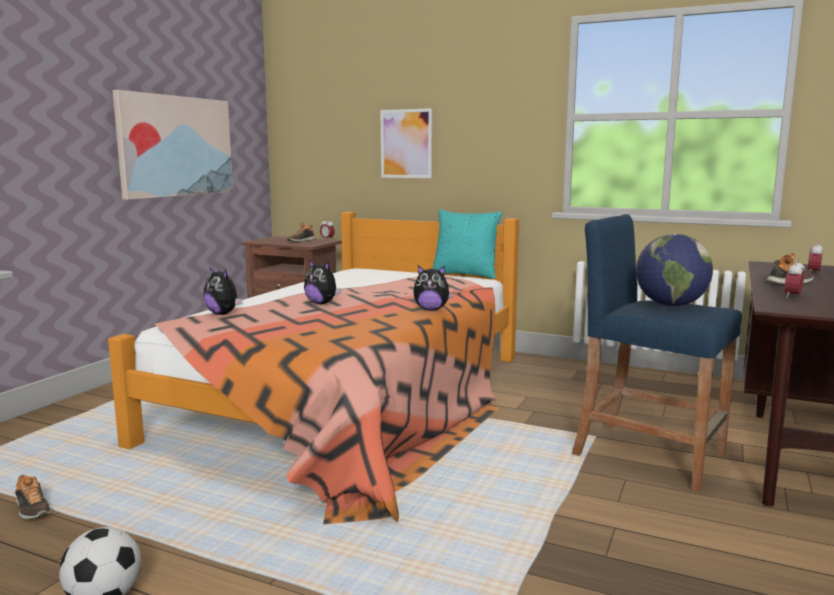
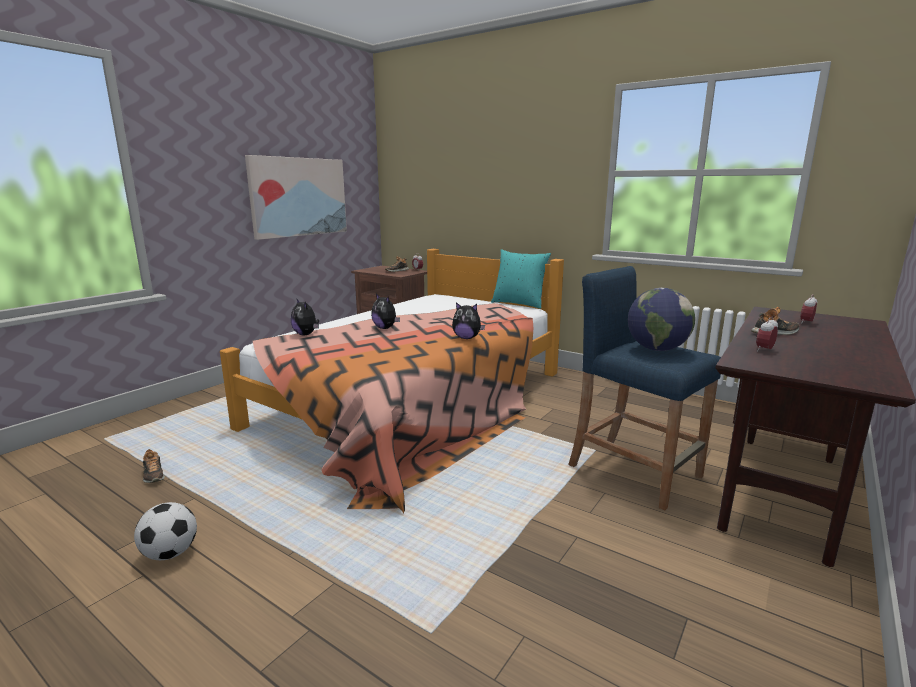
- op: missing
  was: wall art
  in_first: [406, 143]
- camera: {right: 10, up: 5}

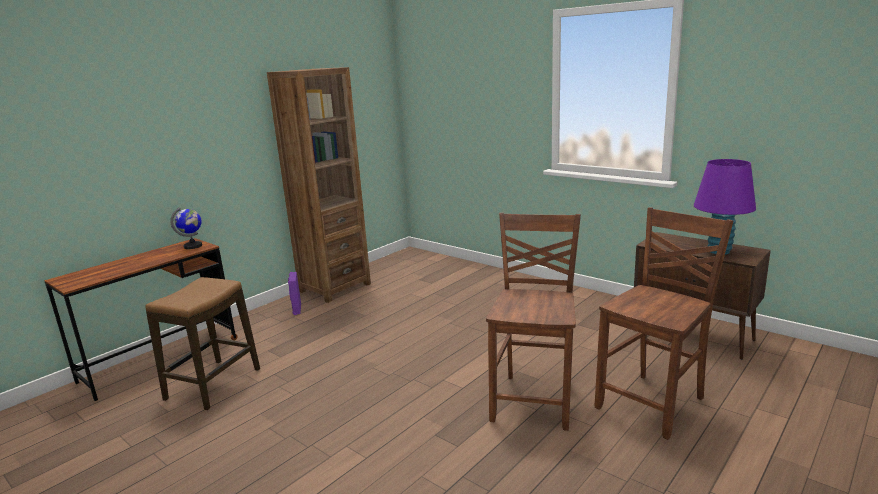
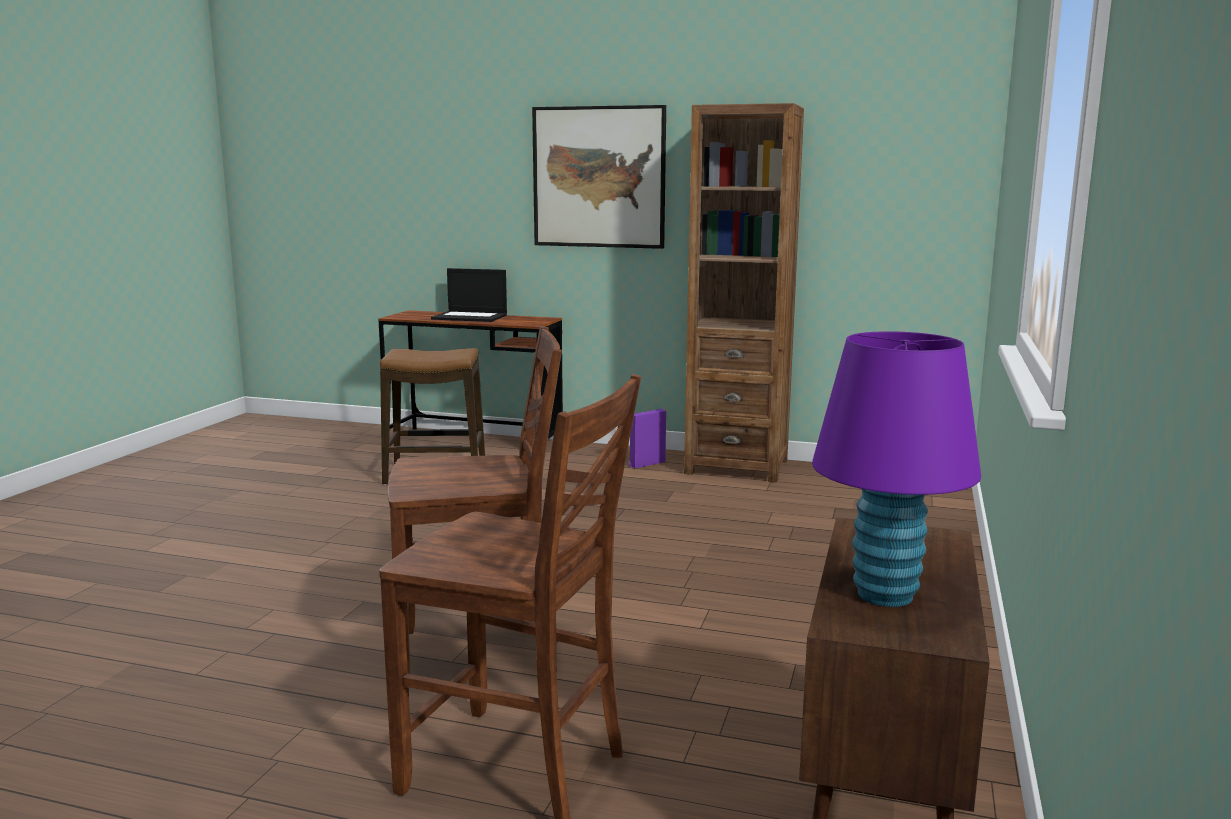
- op: missing
  was: world globe
  in_first: [193, 246]
- op: appeared
  now: portable computer
  in_second: [471, 317]
- op: appeared
  now: wall art
  in_second: [599, 177]
- camera: {right: 65, up: -5}

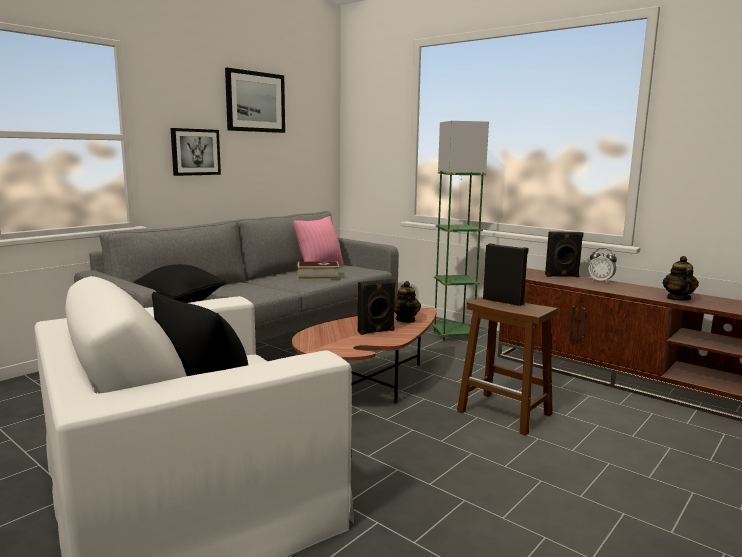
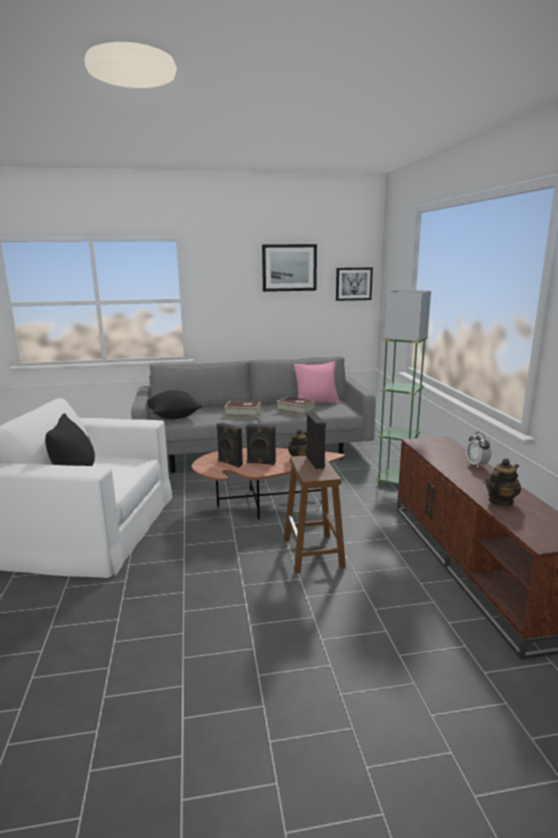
- op: appeared
  now: volume
  in_second: [243, 413]
- op: relocated
  was: wall art
  in_first: [195, 152]
  in_second: [353, 284]
- op: relocated
  was: black audio speaker
  in_first: [562, 276]
  in_second: [229, 463]
- camera: {right: 40, up: 5}

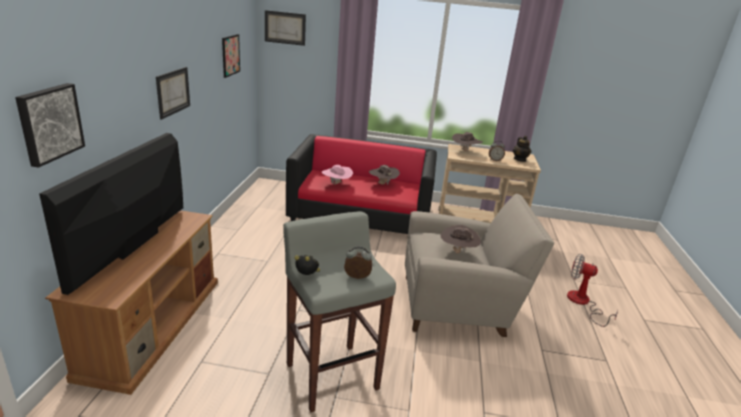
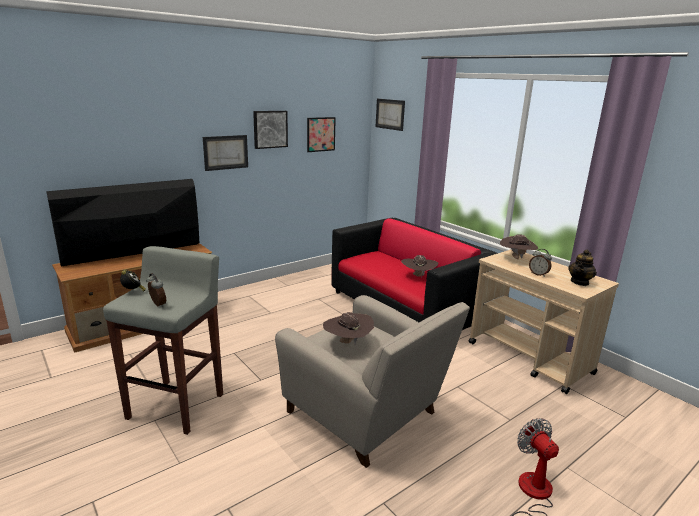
- op: missing
  was: pinkish hat
  in_first: [336, 184]
- op: relocated
  was: wall art
  in_first: [49, 123]
  in_second: [270, 129]
- camera: {right: 45, up: -5}

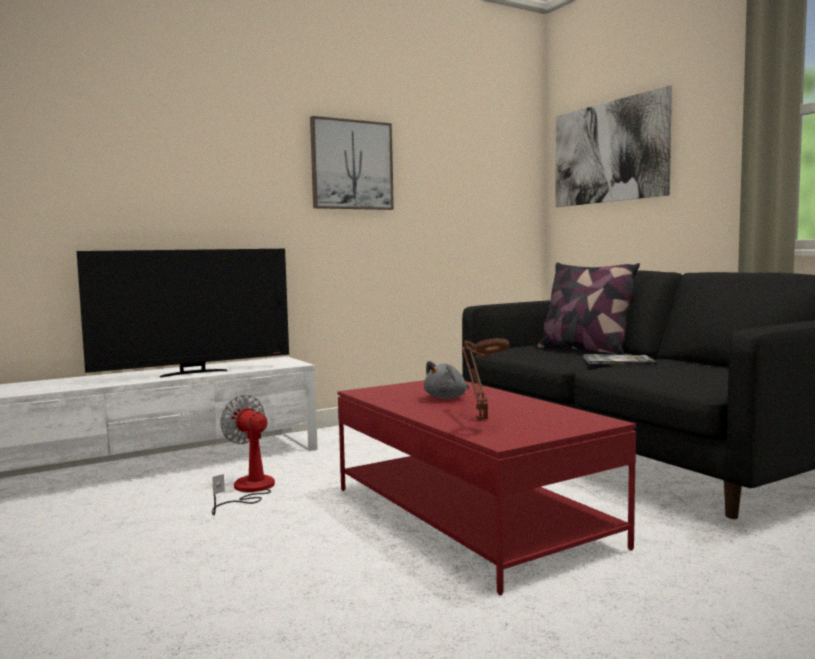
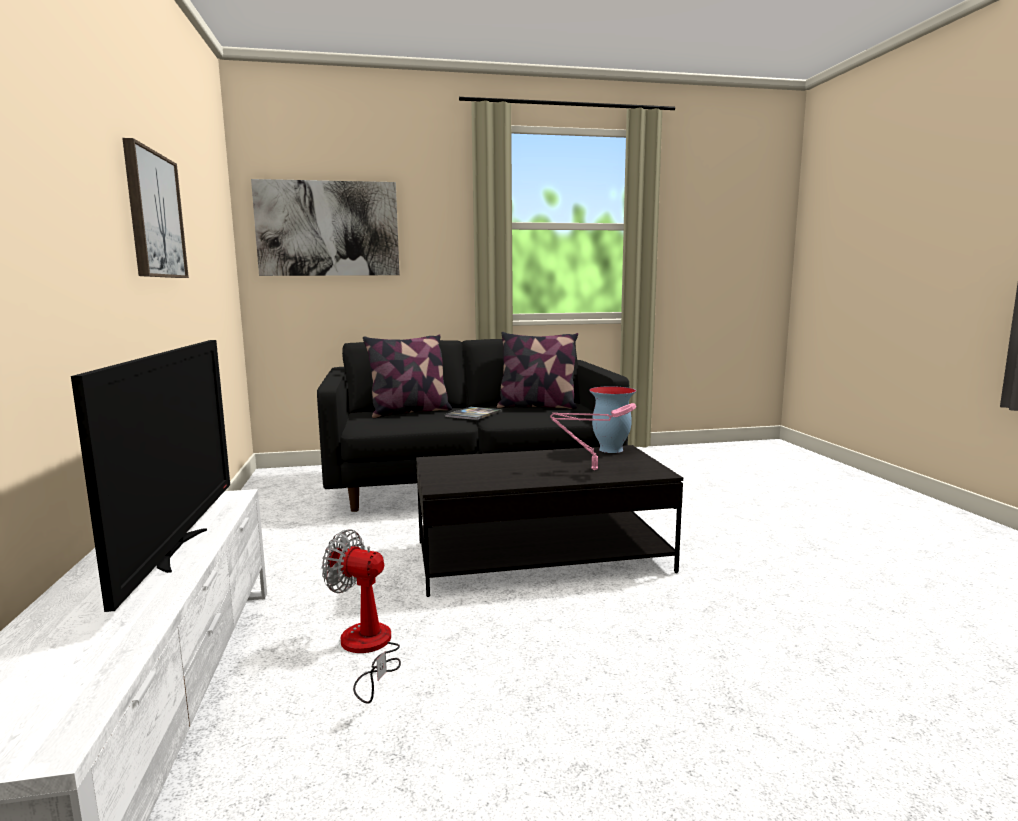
- op: missing
  was: greyish plush toy
  in_first: [447, 397]
- op: appeared
  now: pillow
  in_second: [537, 406]
- op: appeared
  now: flower vase
  in_second: [610, 450]
- op: colour
  was: red-coloured coffee table
  now: black coffee table
  in_first: [470, 516]
  in_second: [541, 556]
- op: colour
  was: brown-coloured table lamp
  now: pinkish table lamp
  in_first: [480, 419]
  in_second: [591, 469]
- op: spun
  was: electric fan
  in_first: [248, 490]
  in_second: [367, 649]
  clockwise: 45
- camera: {right: -70, up: 5}

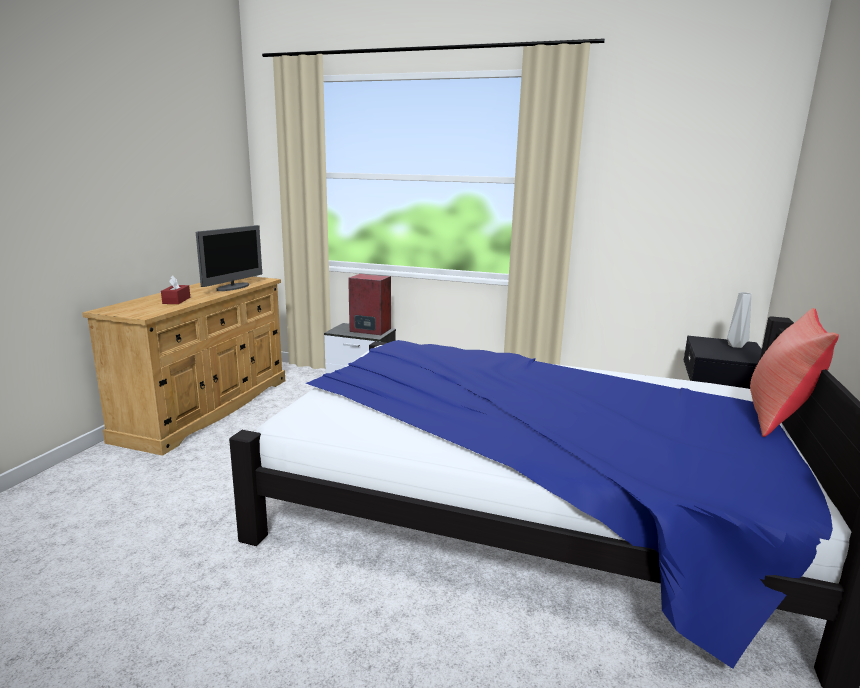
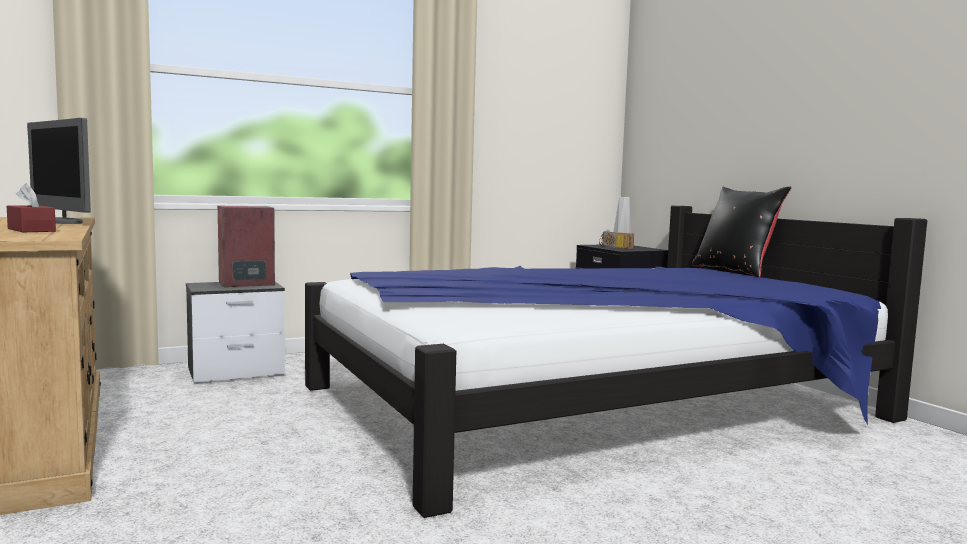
- op: appeared
  now: radio
  in_second: [614, 248]
- op: colour
  was: red-coloured pillow
  now: black pillow
  in_first: [778, 417]
  in_second: [735, 271]
- op: spun
  was: computer screen
  in_first: [233, 287]
  in_second: [61, 222]
  clockwise: 150
- camera: {right: -45, up: -10}

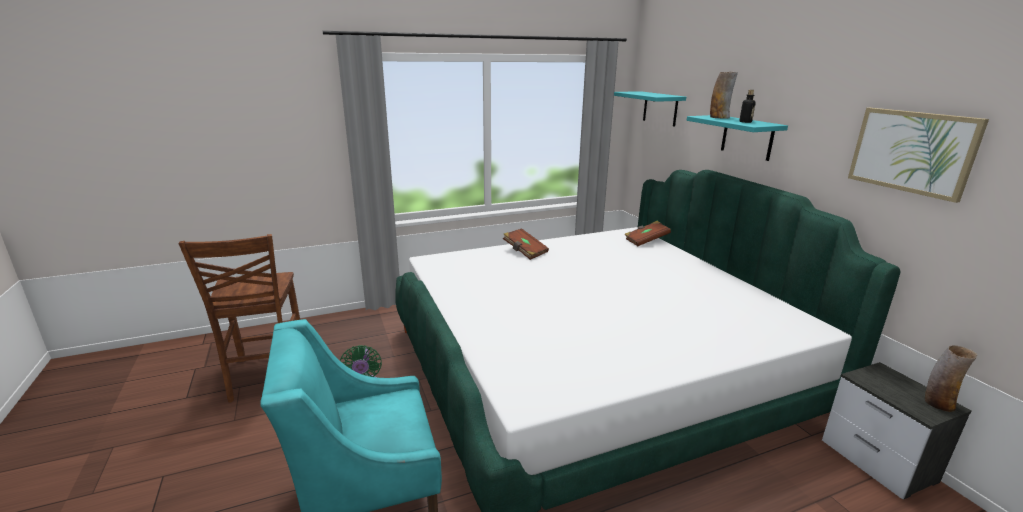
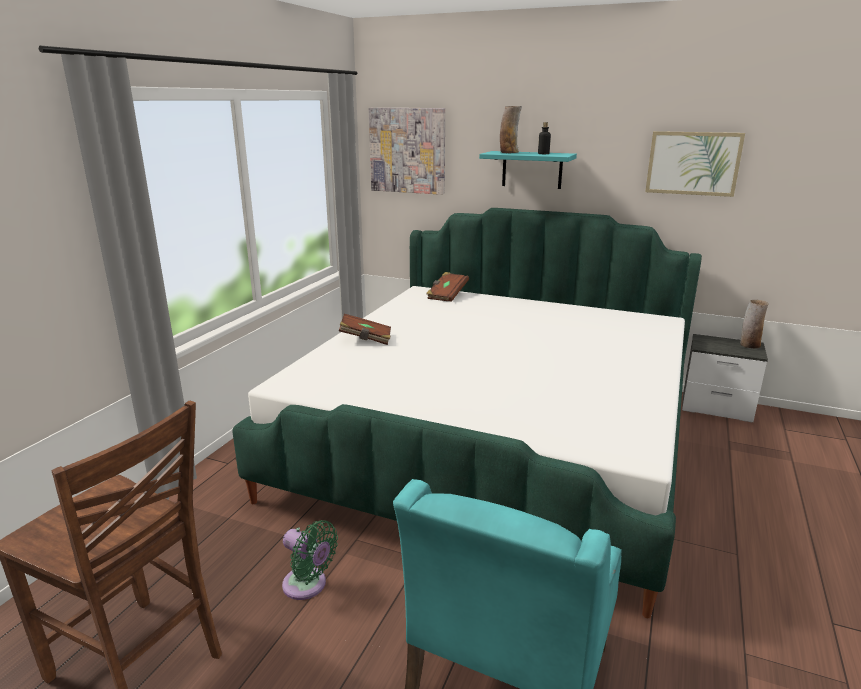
- op: exchanged
  was: blue-green shelf
  now: wall art
  in_first: [660, 108]
  in_second: [407, 150]
- camera: {right: -45, up: 0}

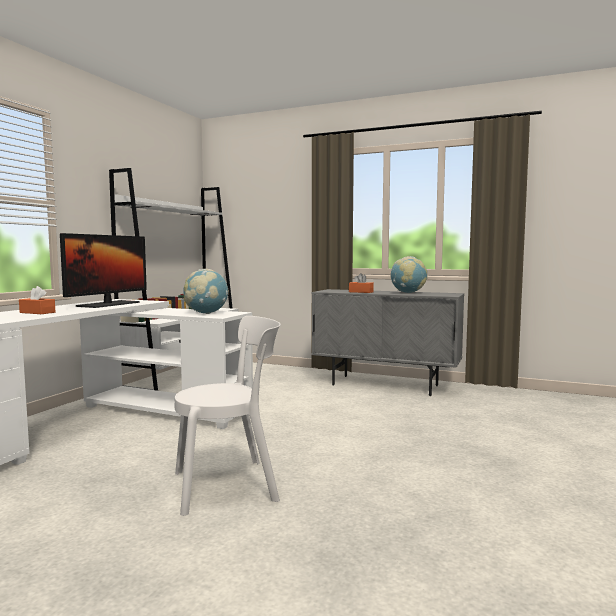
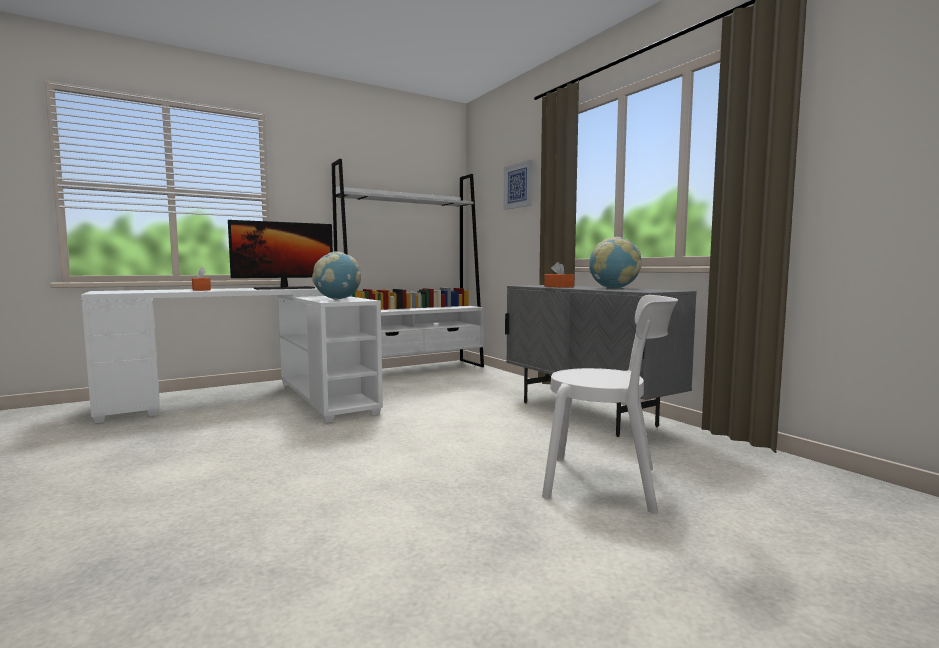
- op: appeared
  now: wall art
  in_second: [518, 185]
- op: relocated
  was: white chair
  in_first: [230, 485]
  in_second: [608, 483]
- camera: {right: 35, up: 0}

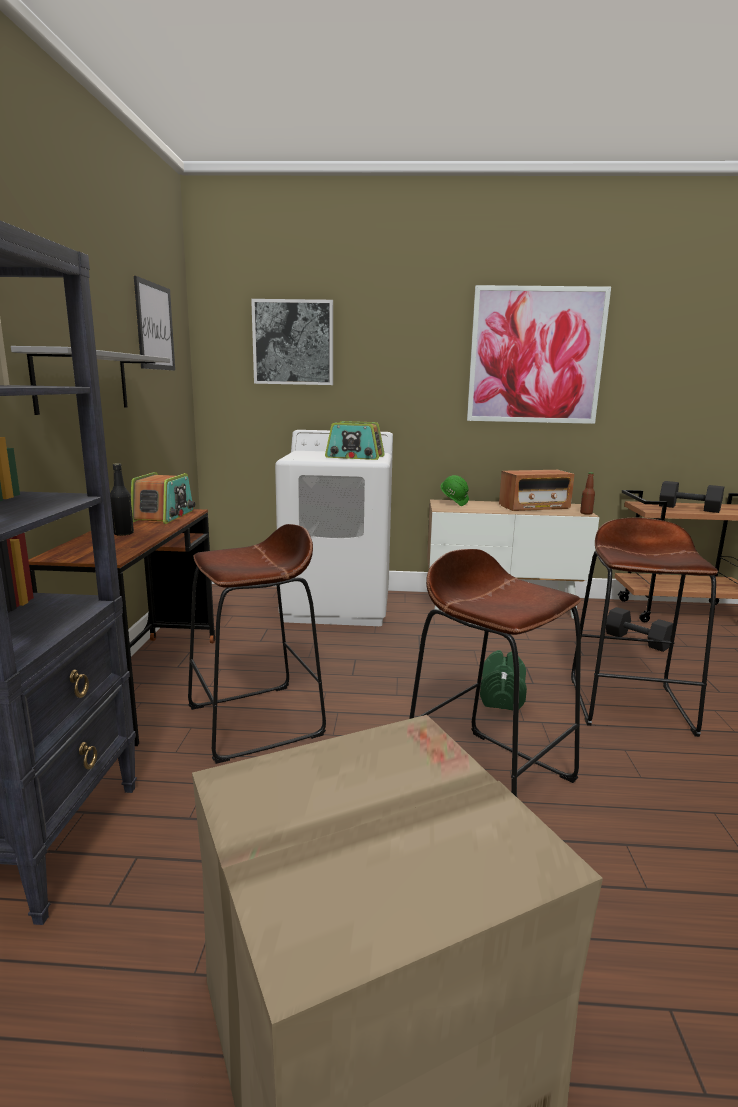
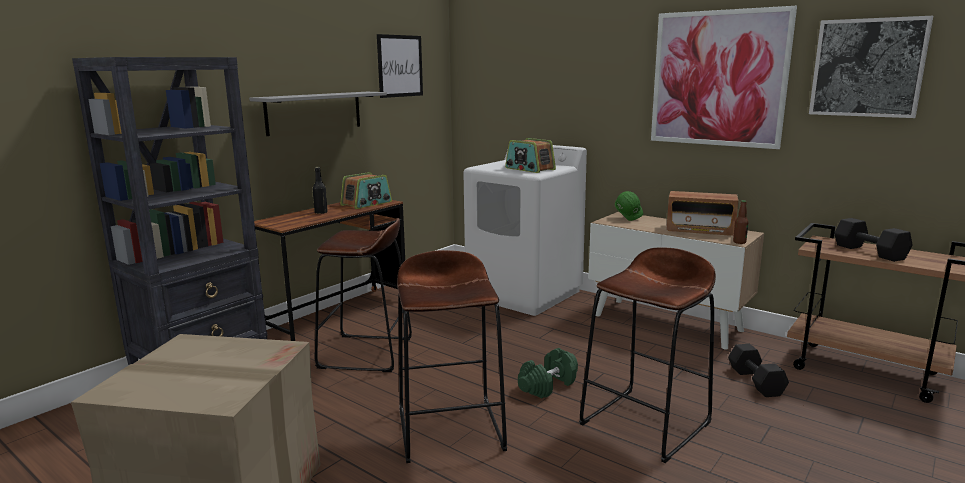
- op: relocated
  was: wall art
  in_first: [293, 342]
  in_second: [867, 68]
- camera: {right: 35, up: 0}

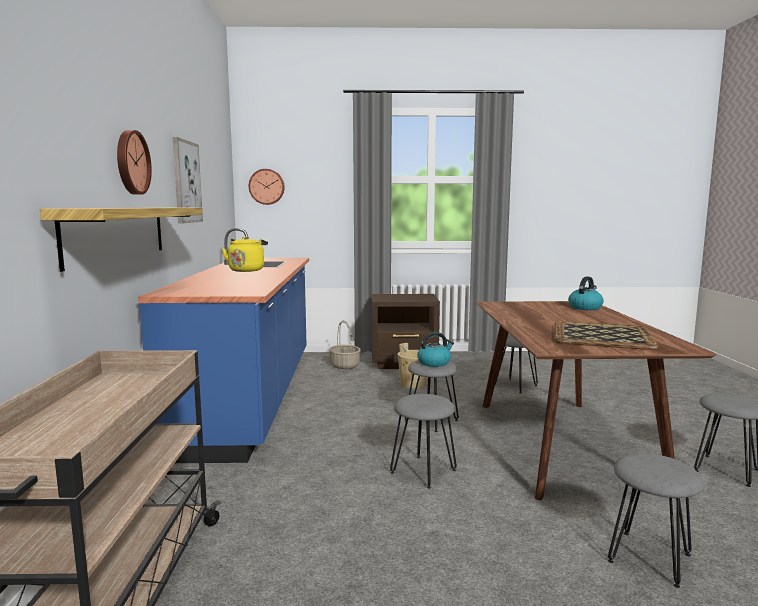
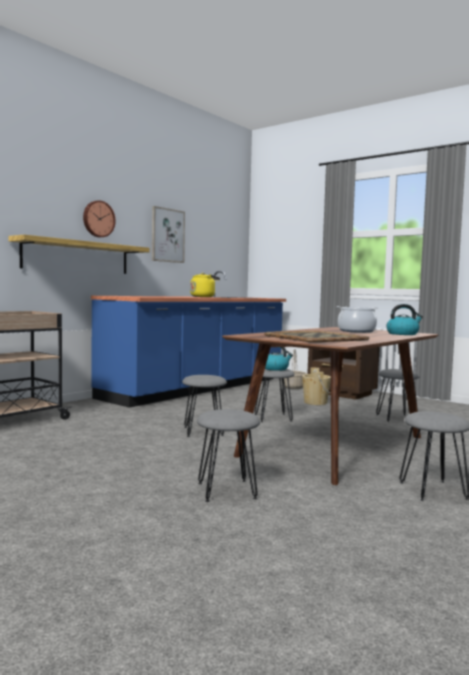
- op: missing
  was: wall clock
  in_first: [267, 186]
- op: appeared
  now: cooking pot
  in_second: [356, 331]
- camera: {right: 40, up: -5}

